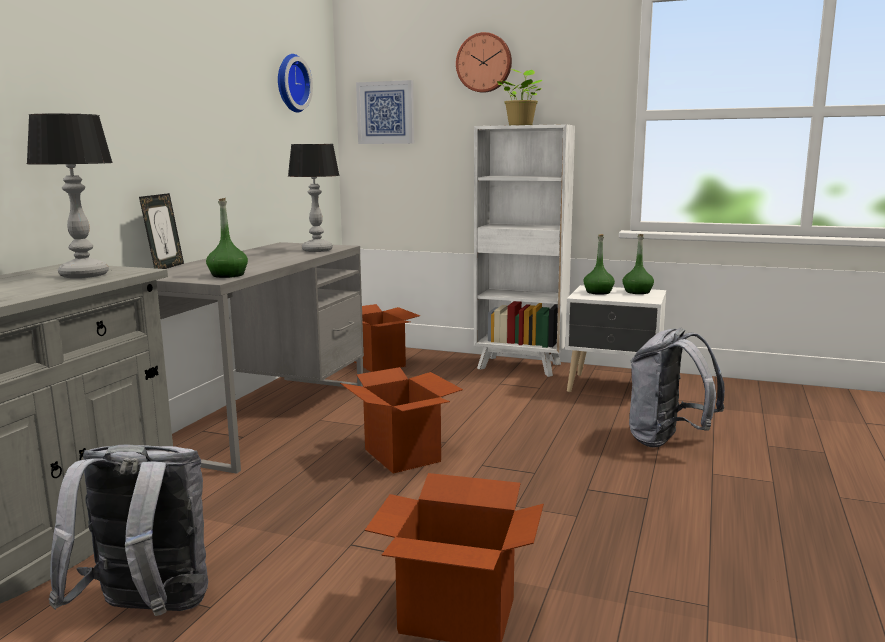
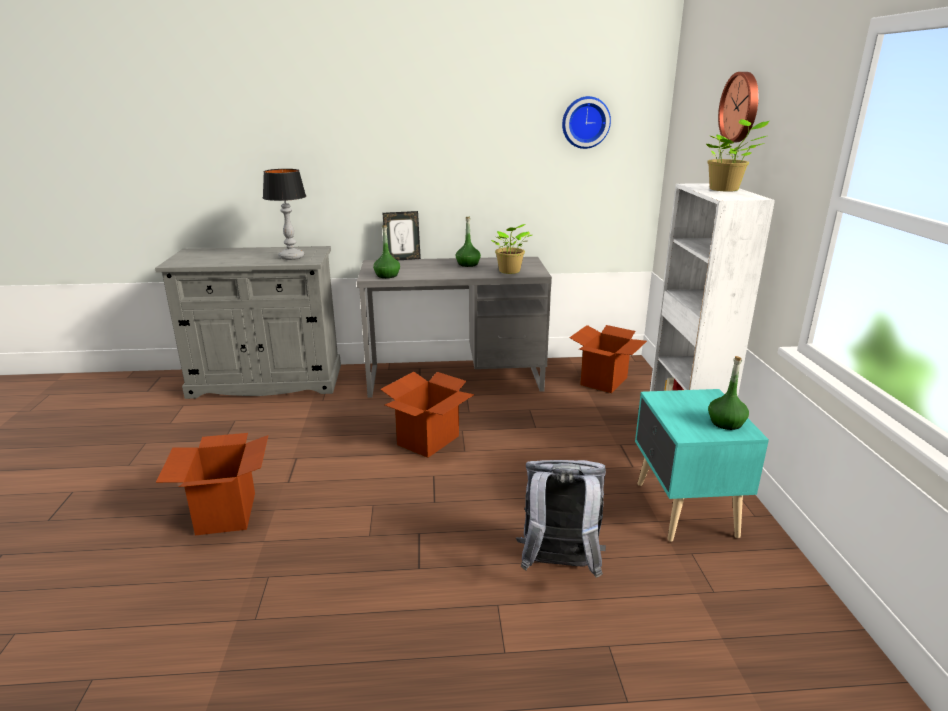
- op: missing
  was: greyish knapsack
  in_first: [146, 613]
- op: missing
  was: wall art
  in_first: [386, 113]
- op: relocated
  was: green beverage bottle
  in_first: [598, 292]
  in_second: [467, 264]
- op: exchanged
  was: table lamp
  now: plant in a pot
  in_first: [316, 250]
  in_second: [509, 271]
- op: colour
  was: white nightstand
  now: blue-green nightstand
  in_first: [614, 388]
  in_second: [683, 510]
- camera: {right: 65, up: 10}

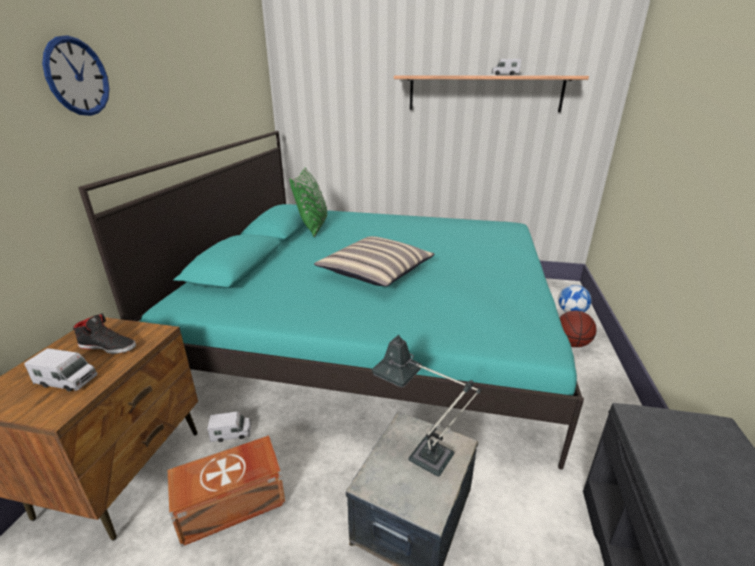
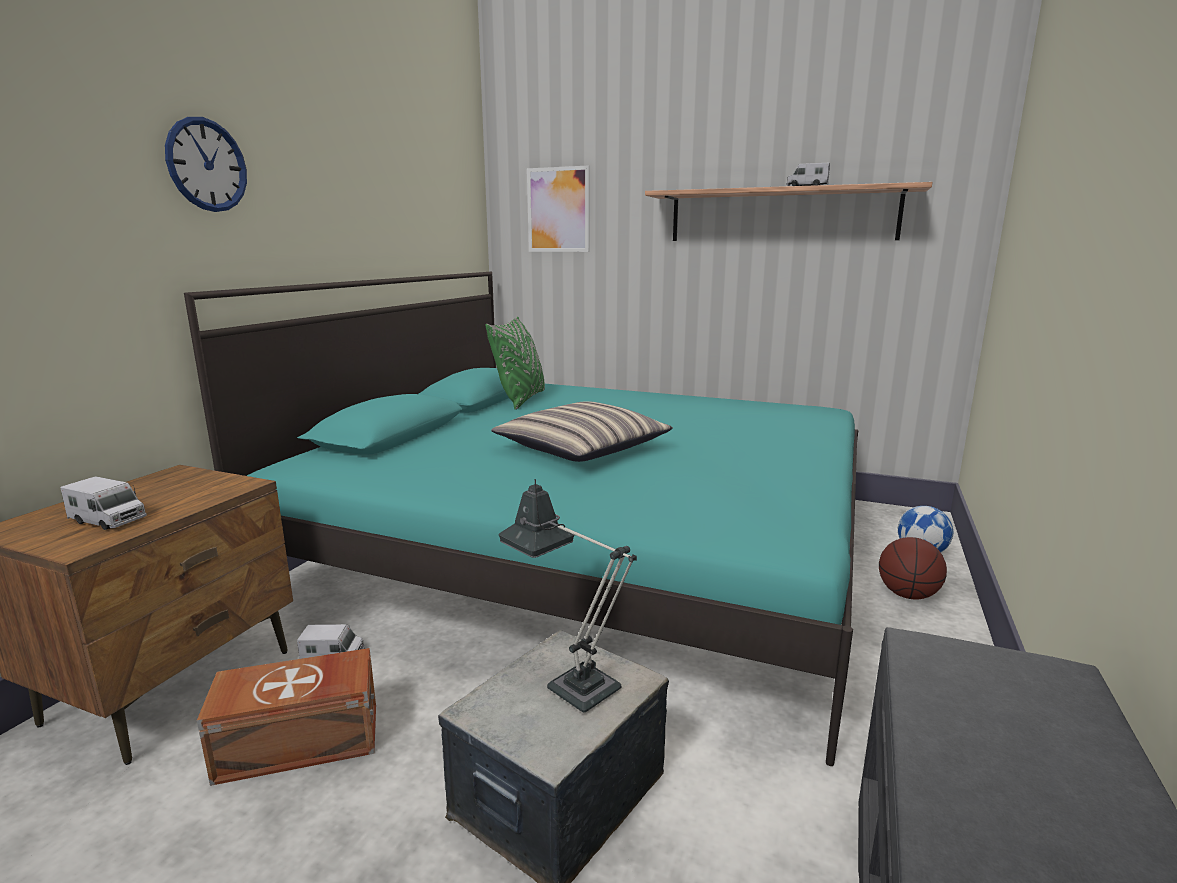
- op: missing
  was: black low shoe
  in_first: [108, 346]
- op: appeared
  now: wall art
  in_second: [558, 210]
- camera: {right: 10, up: -10}

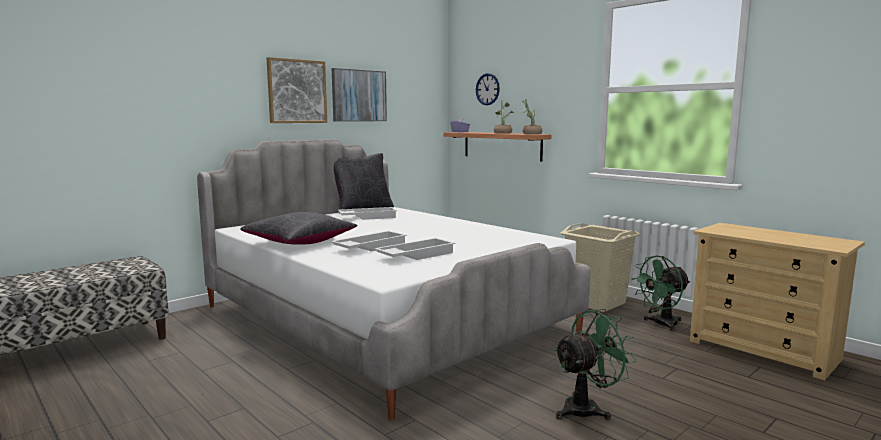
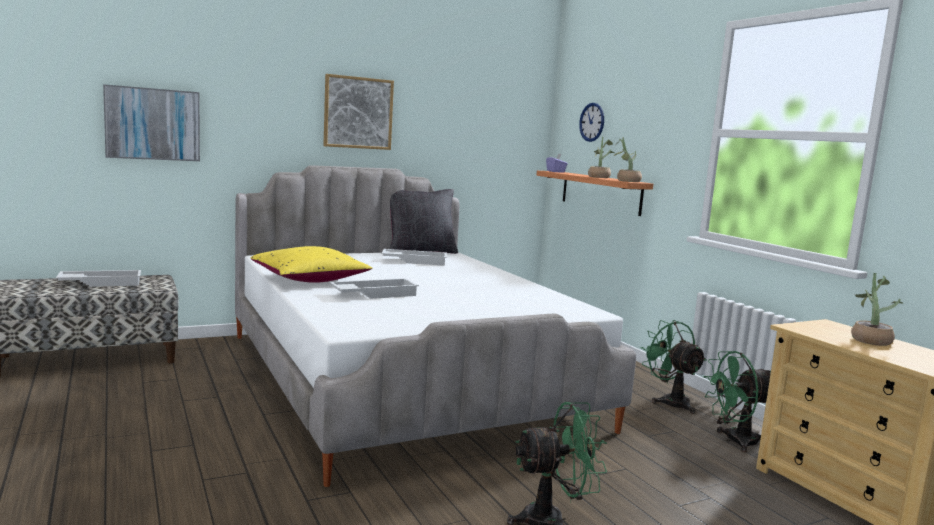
- op: appeared
  now: plant in a pot
  in_second: [869, 339]
- op: relocated
  was: wall art
  in_first: [359, 96]
  in_second: [153, 124]
- op: relocated
  was: white tray
  in_first: [415, 255]
  in_second: [101, 283]
- op: exchanged
  was: beige-coloured washing basket
  now: green electric fan
  in_first: [596, 303]
  in_second: [670, 401]
- op: colour
  was: black pillow
  now: yellowish pillow
  in_first: [300, 242]
  in_second: [310, 279]
- camera: {right: 15, up: 0}

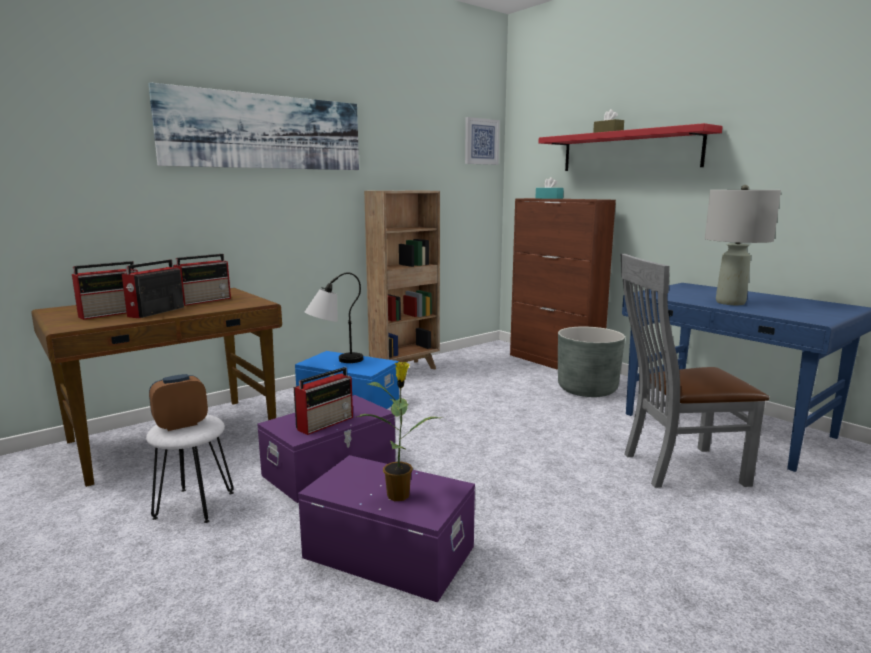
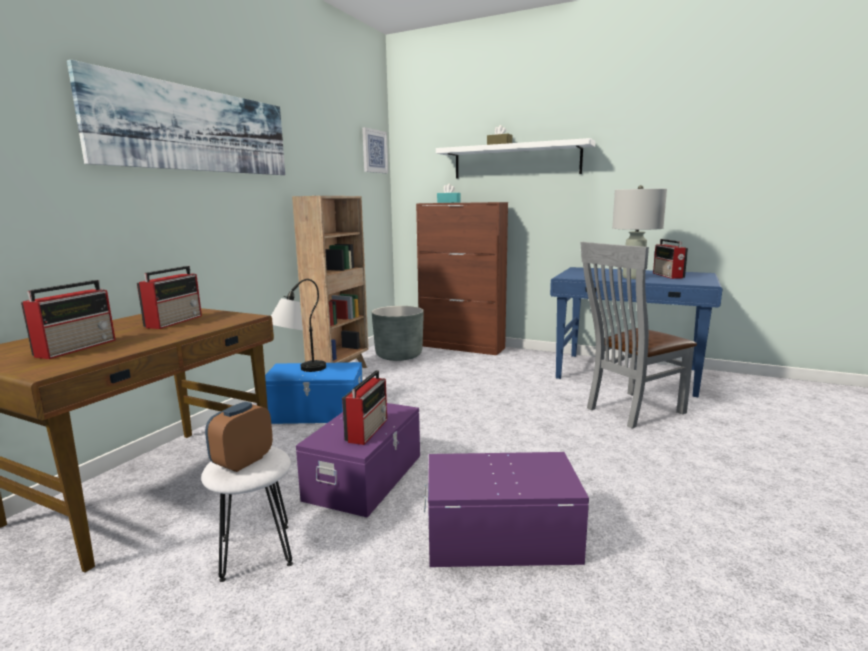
- op: missing
  was: plant in a pot
  in_first: [399, 494]
- op: relocated
  was: radio
  in_first: [155, 312]
  in_second: [668, 275]
- op: relocated
  was: greyish plant pot
  in_first: [587, 389]
  in_second: [399, 355]
- op: colour
  was: red-coloured shelf
  now: white shelf
  in_first: [629, 151]
  in_second: [516, 161]
- camera: {right: -25, up: 0}

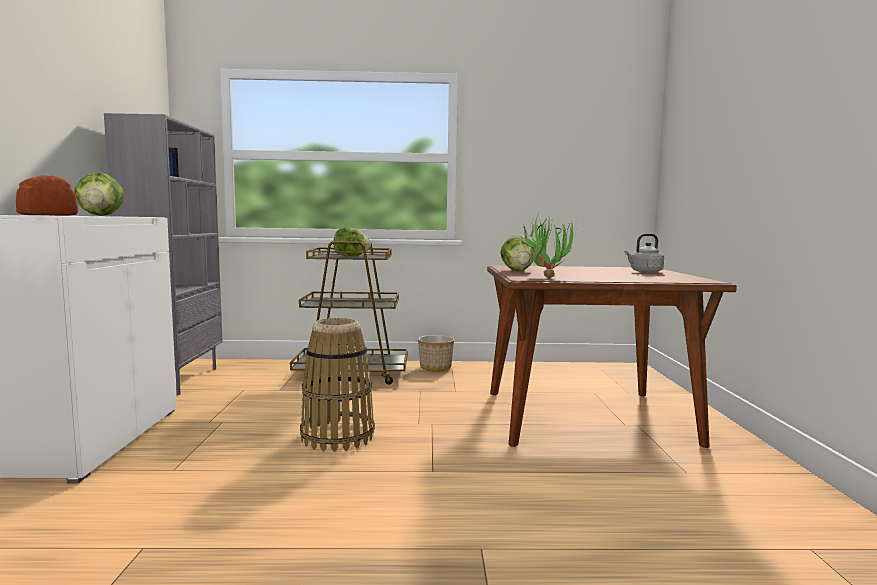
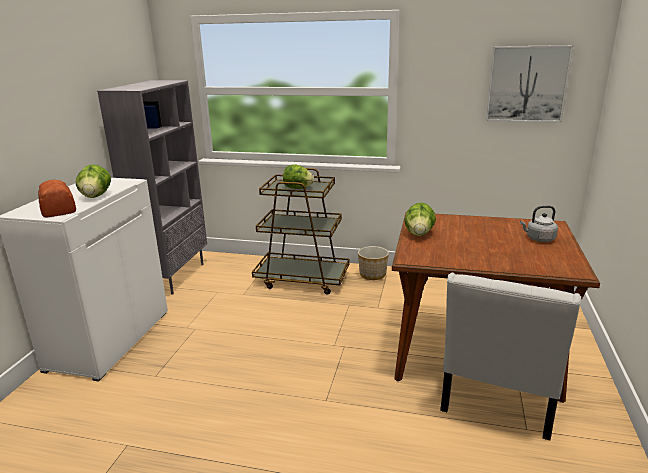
- op: missing
  was: household basket
  in_first: [338, 436]
- op: missing
  was: plant in a pot
  in_first: [546, 276]
- op: appeared
  now: white chair
  in_second: [497, 397]
- op: appeared
  now: wall art
  in_second: [527, 84]
- camera: {right: 15, up: 15}

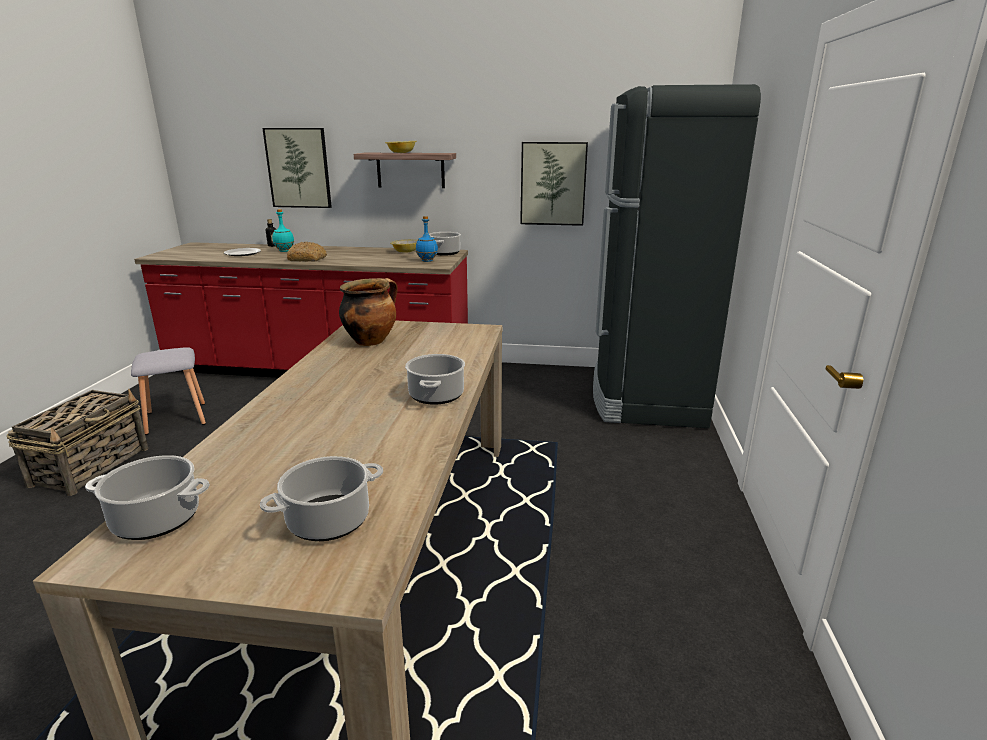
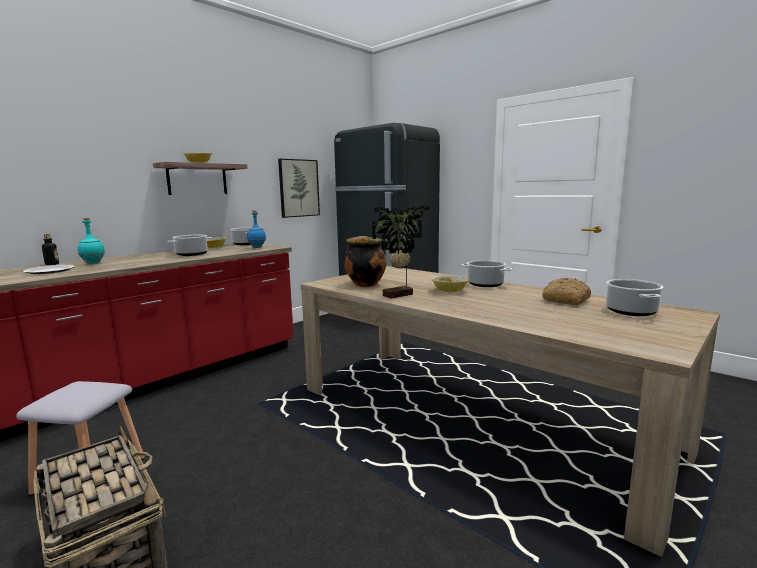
- op: missing
  was: wall art
  in_first: [298, 168]
- op: appeared
  now: plant in a pot
  in_second: [399, 295]
- op: appeared
  now: serving bowl
  in_second: [449, 291]
- op: relocated
  was: cooking pot
  in_first: [155, 520]
  in_second: [191, 254]
- op: relocated
  was: bread
  in_first: [308, 259]
  in_second: [566, 300]
- camera: {right: -55, up: -10}

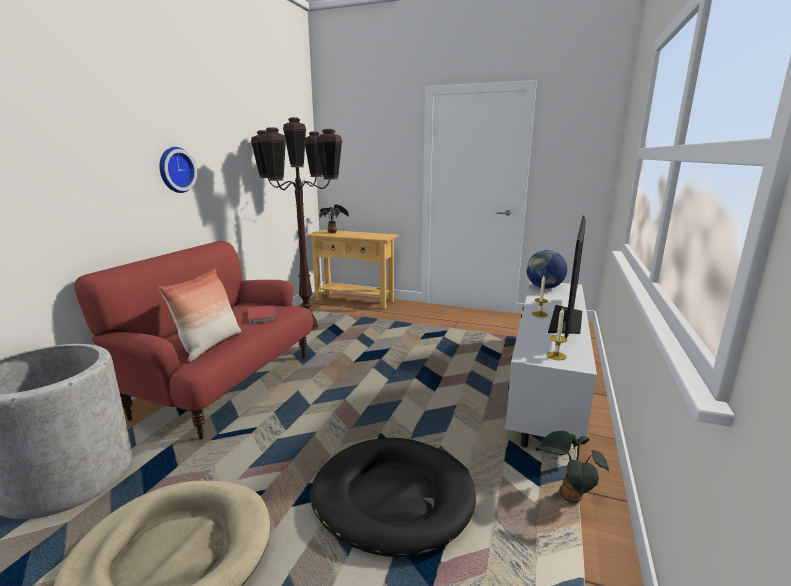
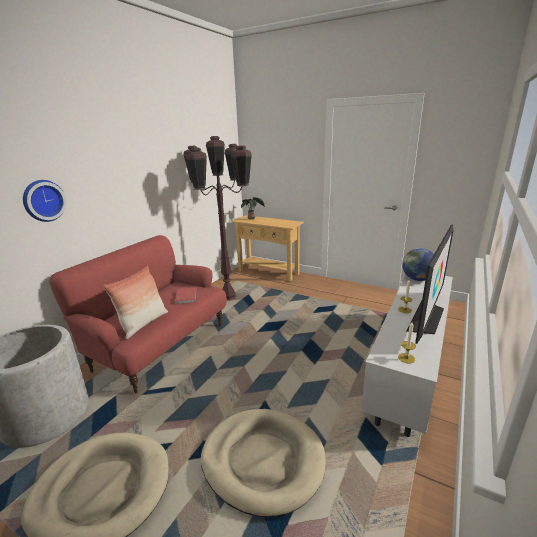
- op: missing
  was: plant in a pot
  in_first: [567, 496]
- op: relocated
  was: wall clock
  in_first: [175, 170]
  in_second: [43, 200]
- op: colour
  was: black dog cushion
  now: beige-coloured dog cushion
  in_first: [392, 497]
  in_second: [263, 460]
- camera: {right: 10, up: 5}

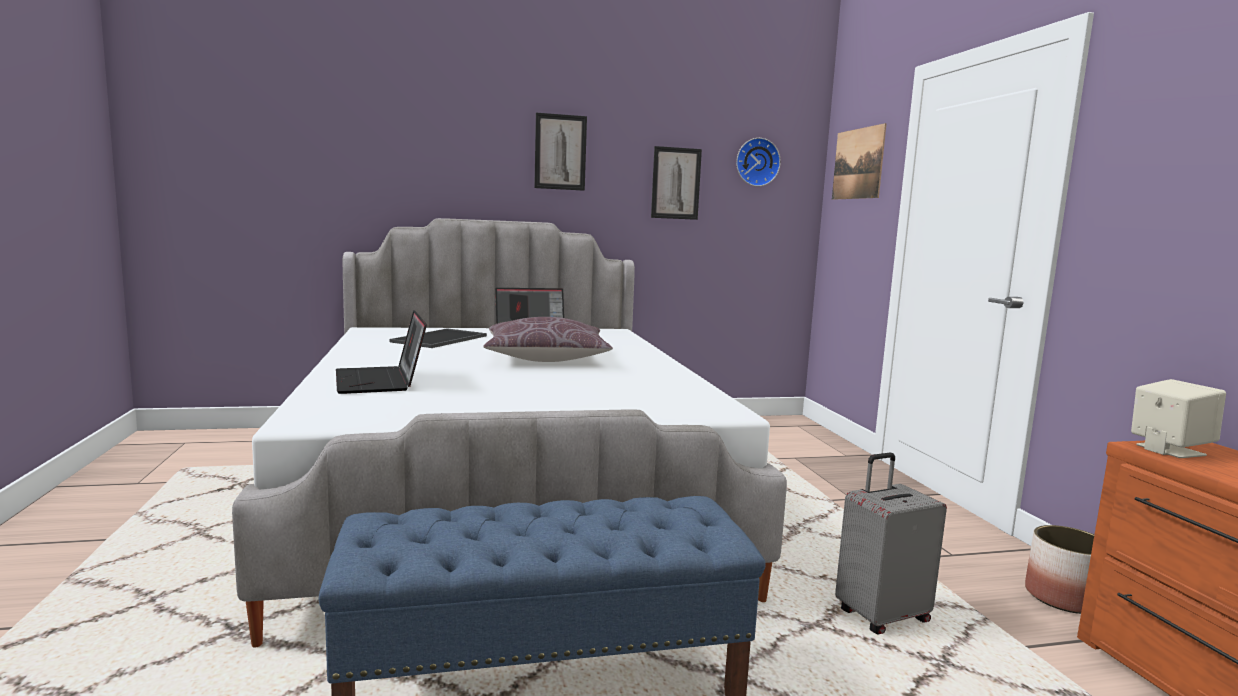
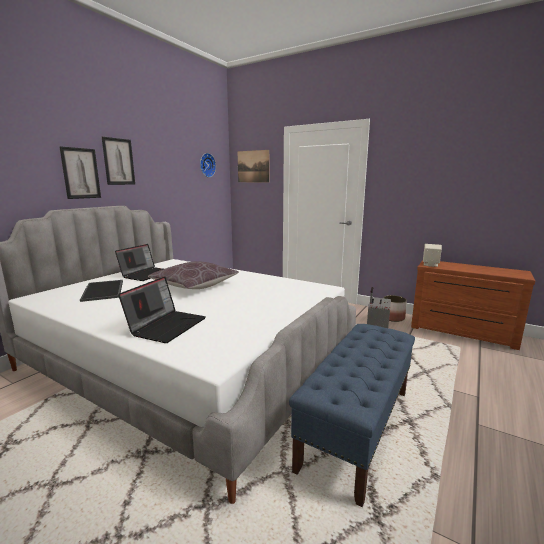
- op: relocated
  was: wall art
  in_first: [676, 183]
  in_second: [81, 173]
- op: spun
  was: portable computer
  in_first: [381, 381]
  in_second: [167, 326]
  clockwise: -90
- camera: {right: -45, up: 5}

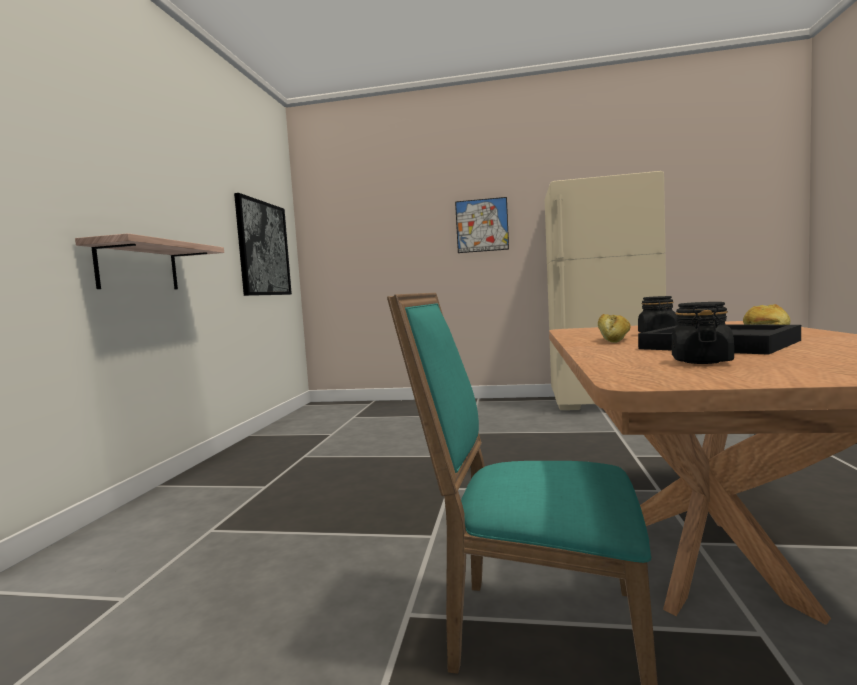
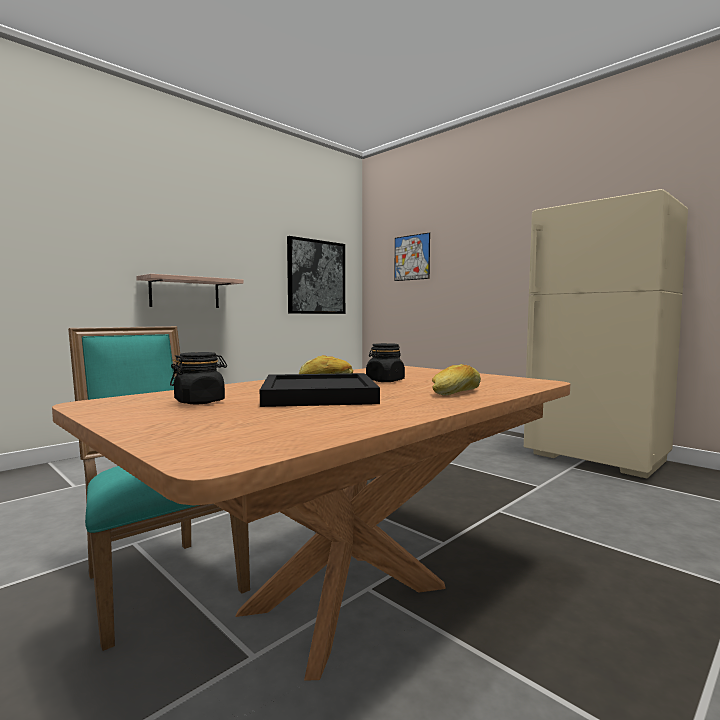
- op: relocated
  was: wall art
  in_first: [482, 225]
  in_second: [412, 257]
- camera: {right: 35, up: 0}

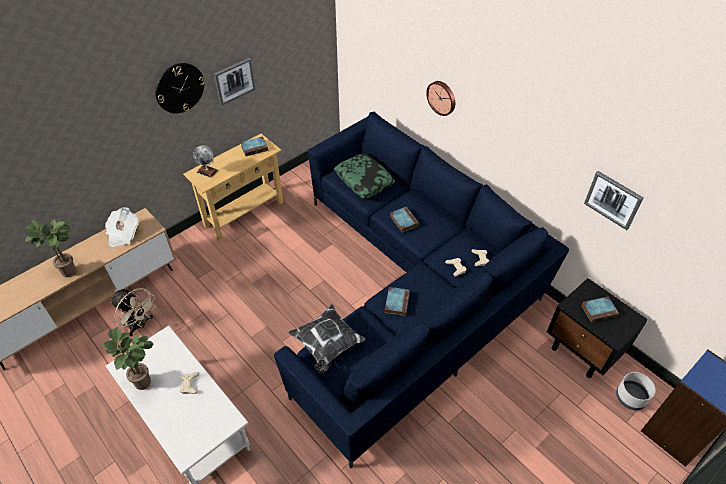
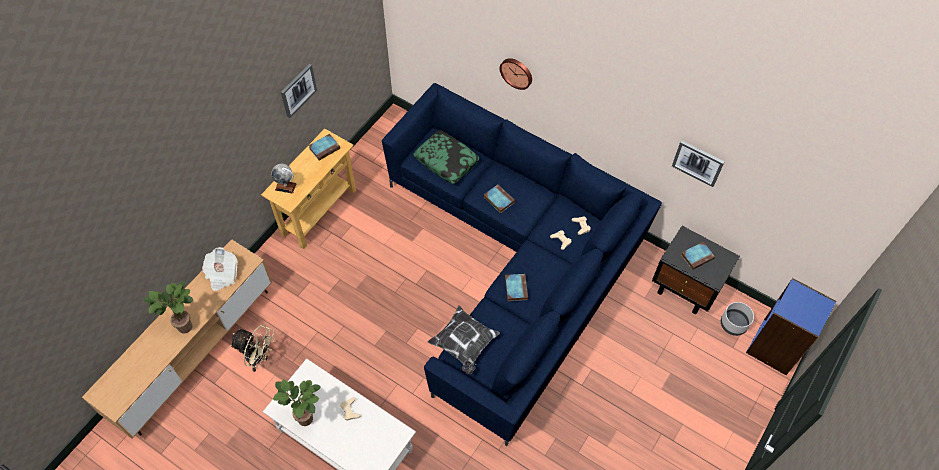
- op: missing
  was: wall clock
  in_first: [179, 88]
- camera: {right: -15, up: 10}

